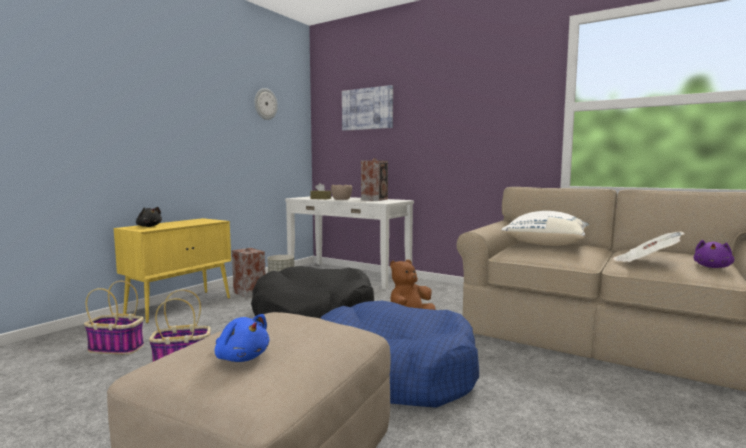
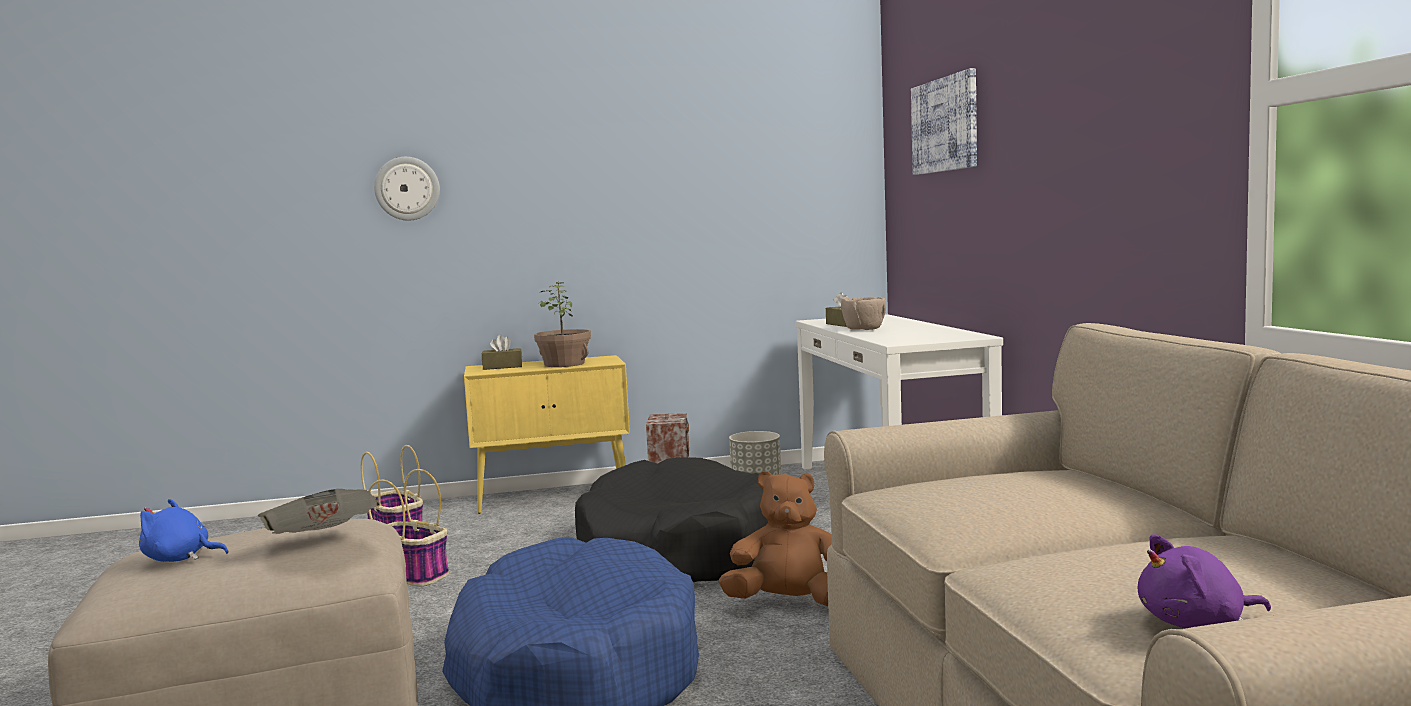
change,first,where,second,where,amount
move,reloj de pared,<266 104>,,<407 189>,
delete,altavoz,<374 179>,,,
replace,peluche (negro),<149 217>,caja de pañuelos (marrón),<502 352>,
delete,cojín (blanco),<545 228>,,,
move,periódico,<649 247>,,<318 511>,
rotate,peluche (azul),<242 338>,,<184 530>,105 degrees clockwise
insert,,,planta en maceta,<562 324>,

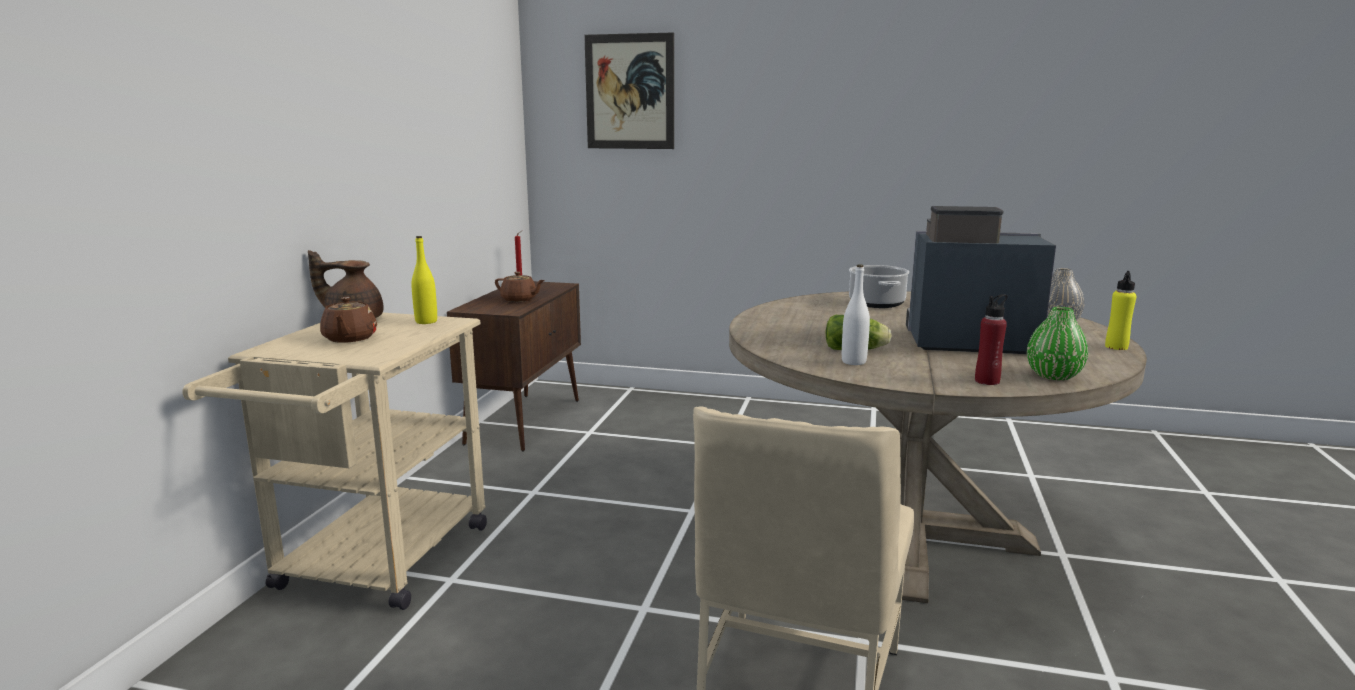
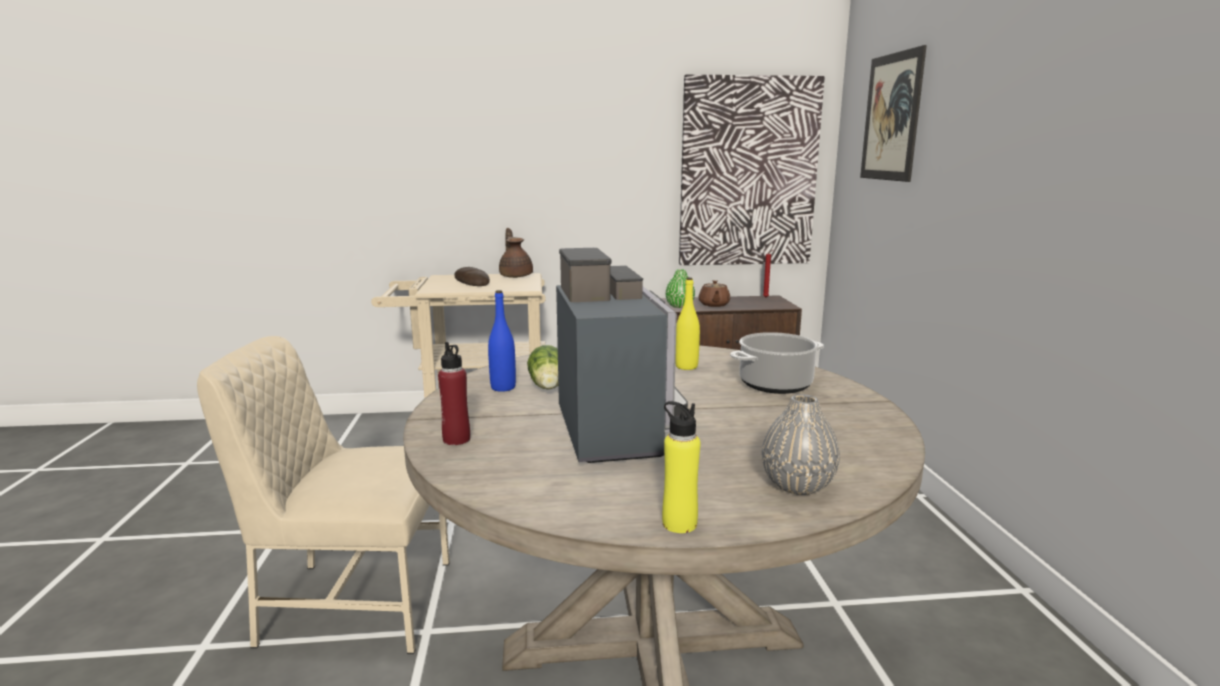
change,first,where,second,where,amount
move,botella (amarillo),<424 280>,,<687 323>,
recolor,botella (blanco),<856 314>,botella (azul),<502 341>,
replace,tetera (marrón),<348 320>,pan,<472 276>,
move,florero (verde),<1057 344>,,<680 288>,
insert,,,cuadro,<752 169>,

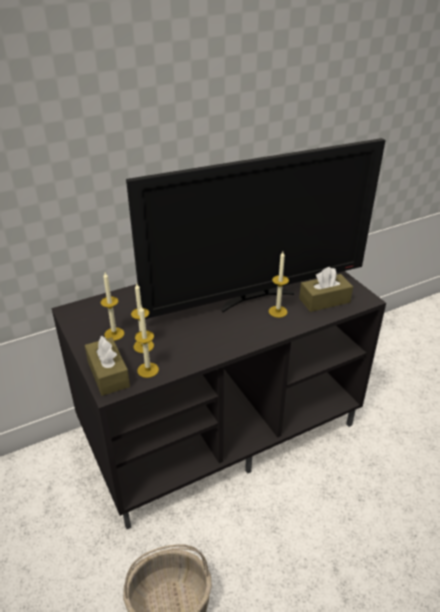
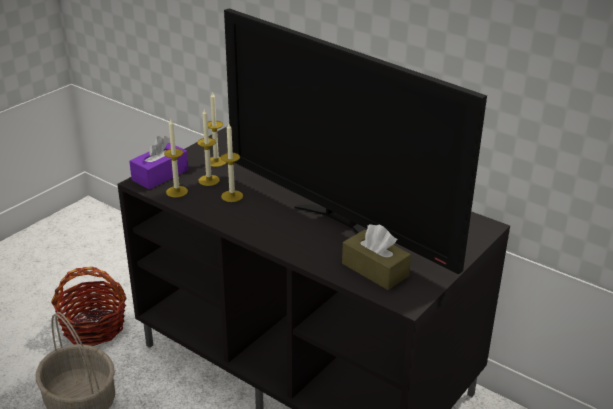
change,first,where,second,where,amount
move,vela,<279 285>,,<232 162>,
recolor,caja de pañuelos (marrón),<107 366>,caja de pañuelos (morado),<159 162>,
insert,,,cesta,<88 306>,

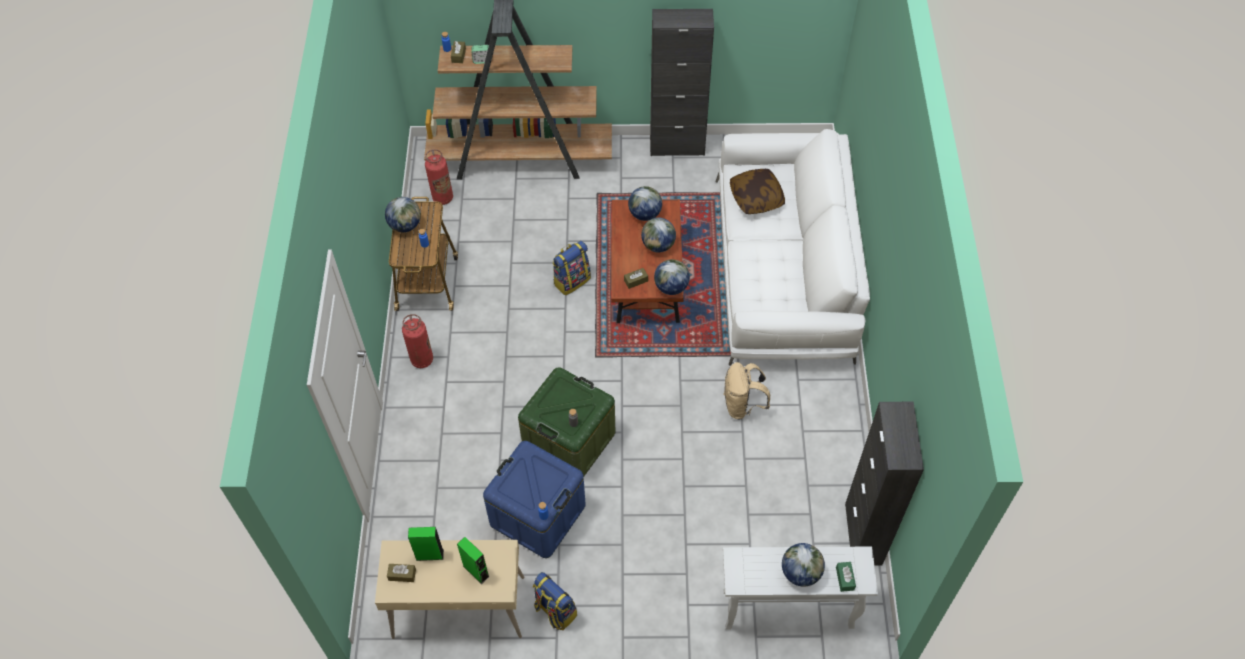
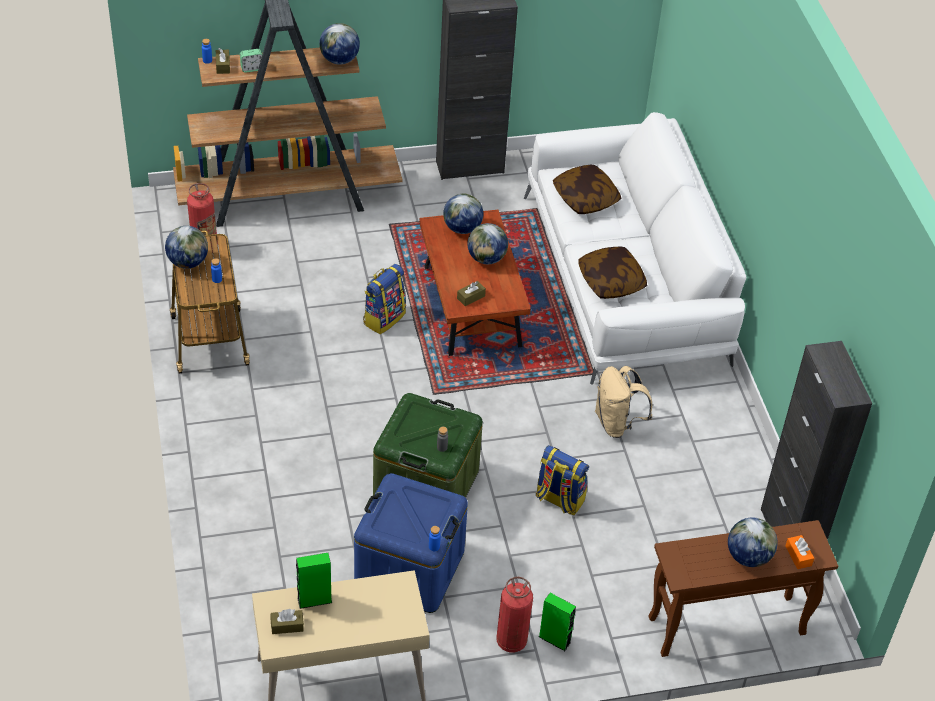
change,first,where,second,where,amount
move,globo terráqueo,<672 277>,,<339 44>,
move,extintor,<417 341>,,<514 614>,
move,altavoz (verde),<473 560>,,<557 622>,
recolor,mesa consola (blanco),<800 588>,mesa consola (marrón),<743 588>,
recolor,caja de pañuelos (verde),<846 577>,caja de pañuelos (naranja),<800 552>,
move,mochila,<555 601>,,<562 480>,
insert,,,cojín,<612 273>,

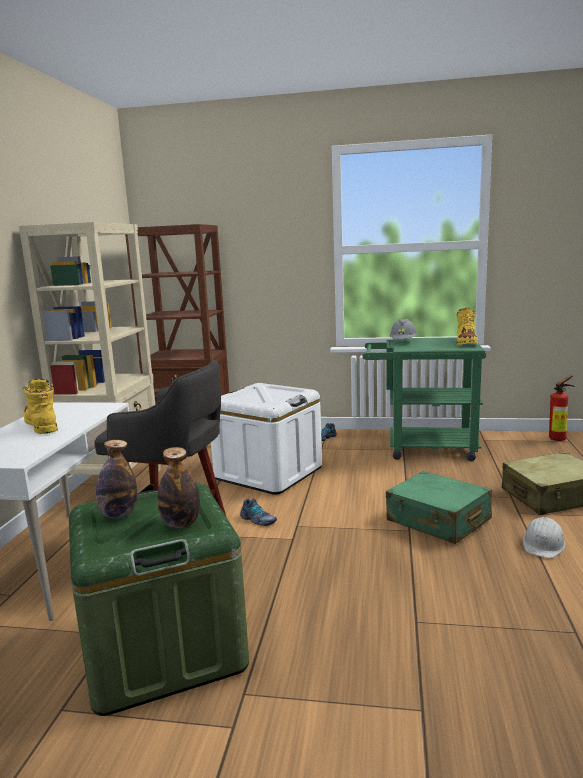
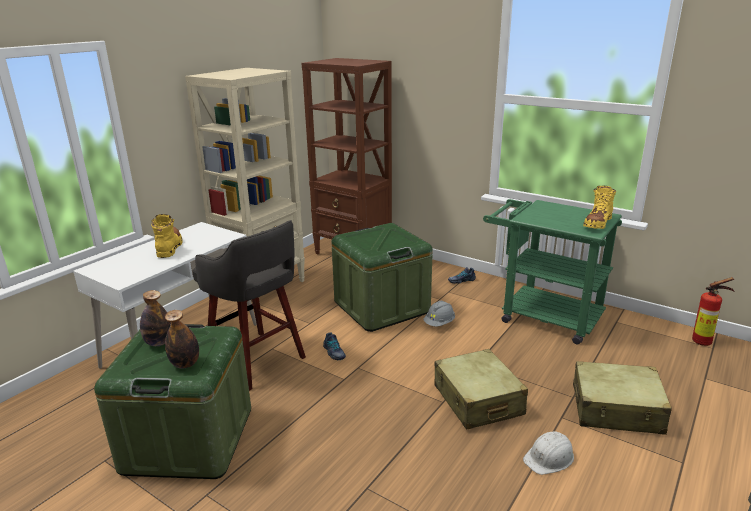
change,first,where,second,where,amount
move,casco (gris),<403 329>,,<439 314>,
recolor,caja de almacenaje (blanco),<266 439>,caja de almacenaje (verde),<382 277>,
recolor,maleta (verde),<439 507>,maleta (beis),<481 389>,

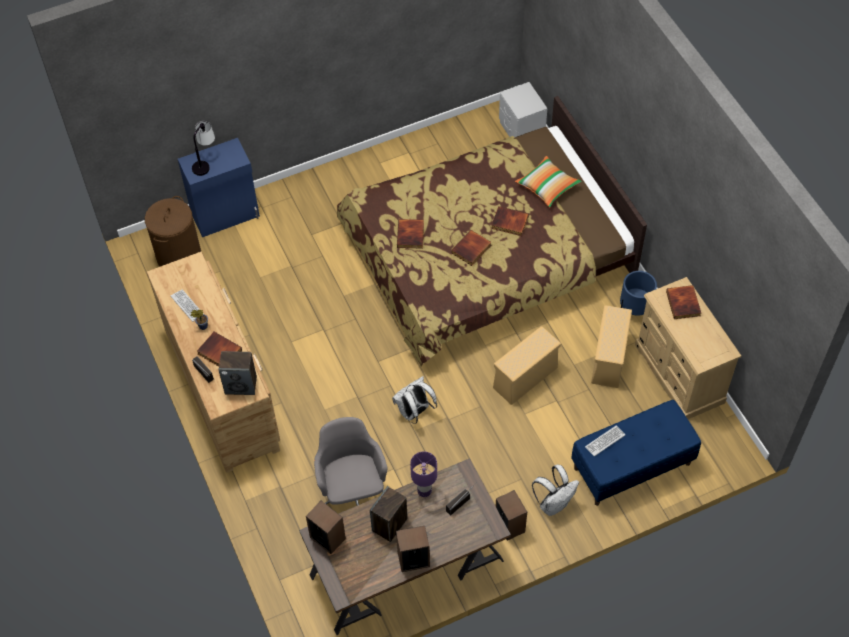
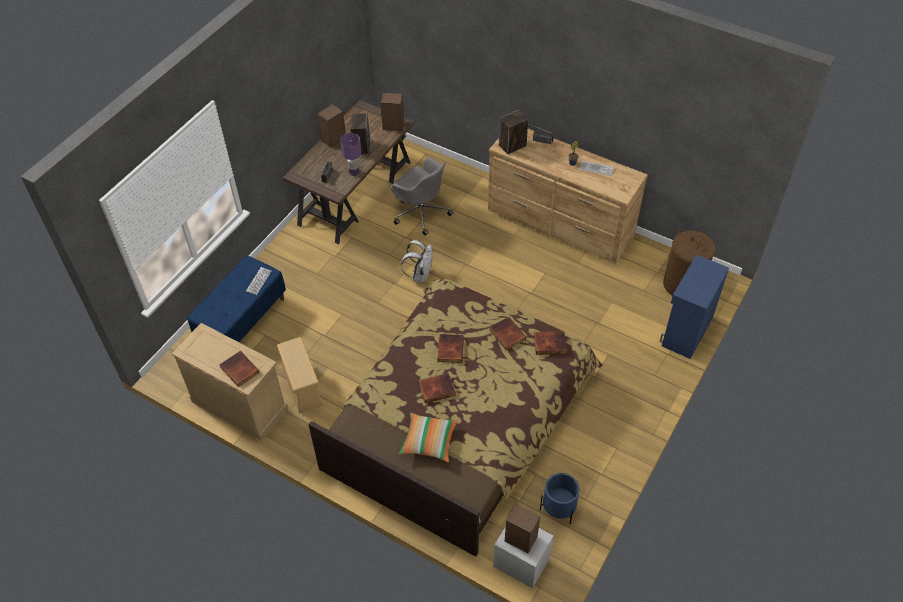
change,first,where,second,where,amount
delete,lámpara de mesa,<203 148>,,,
move,maceta (azul),<638 293>,,<560 498>,
delete,caja de almacenaje (beis),<527 365>,,,
move,libro,<219 349>,,<550 343>,
delete,mochila (blanco),<555 490>,,,
move,altavoz,<511 515>,,<522 528>,

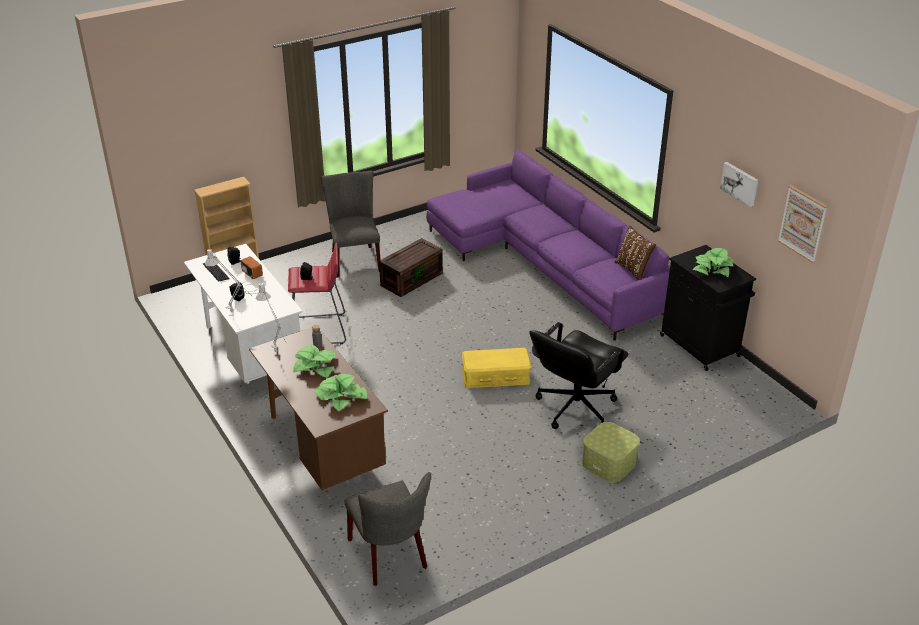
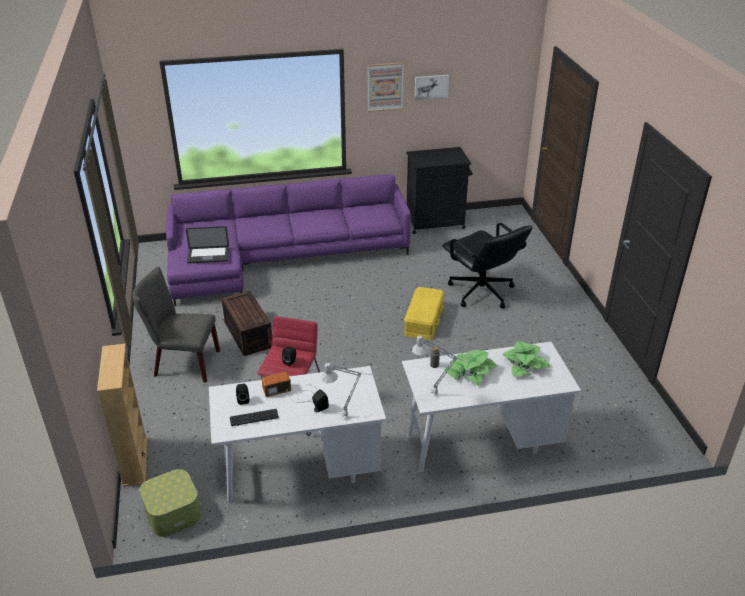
change,first,where,second,where,amount
move,cuadro,<803 224>,,<385 87>,
delete,cojín (marrón),<635 253>,,,
delete,planta en maceta,<712 262>,,,
recolor,escritorio (marrón),<318 408>,escritorio (blanco),<491 407>,
move,caja de almacenaje,<611 452>,,<170 503>,
delete,silla (gris),<387 529>,,,
insert,,,portátil,<207 244>,

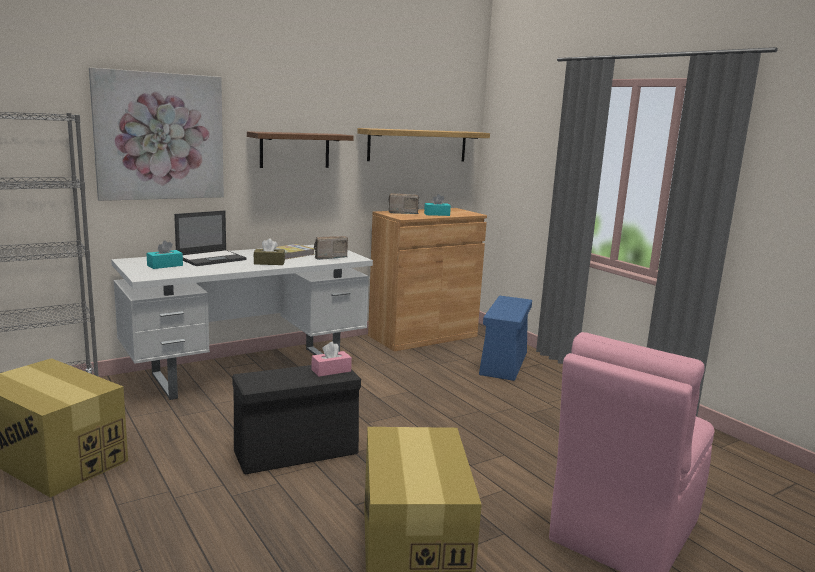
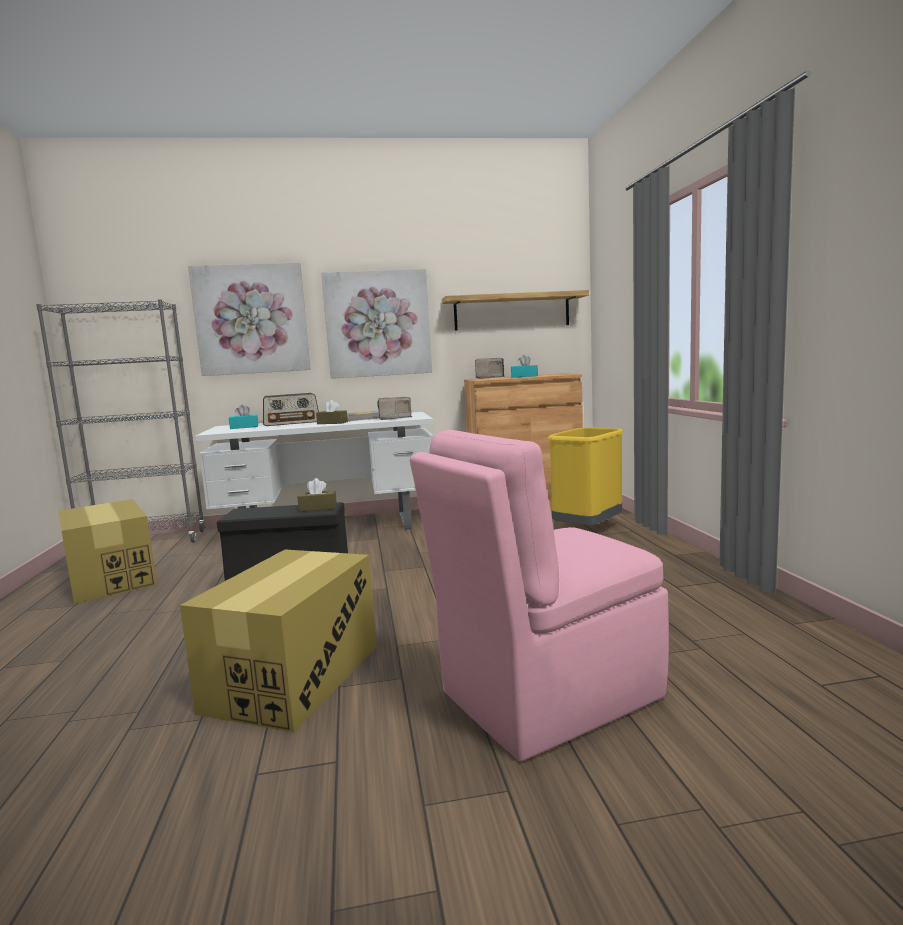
change,first,where,second,where,amount
replace,estante (marrón),<300 149>,cuadro,<376 324>,
replace,portátil,<210 238>,radio,<291 409>,
replace,caja de almacenaje (azul),<505 338>,papelera (amarillo),<586 476>,
recolor,caja de pañuelos (rosa),<332 359>,caja de pañuelos (marrón),<317 495>,

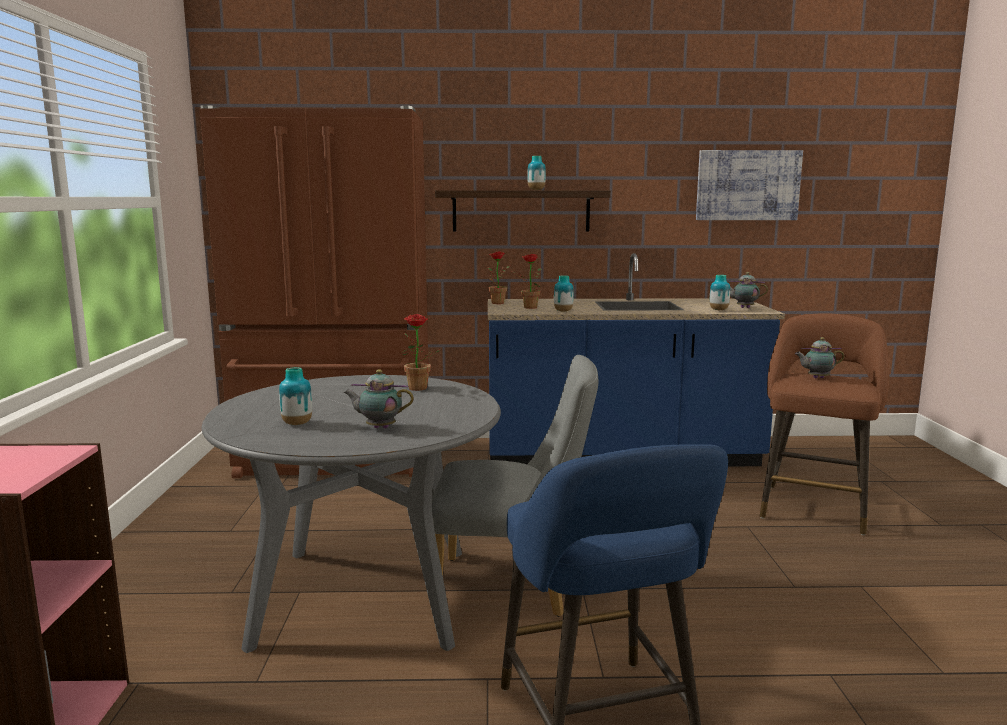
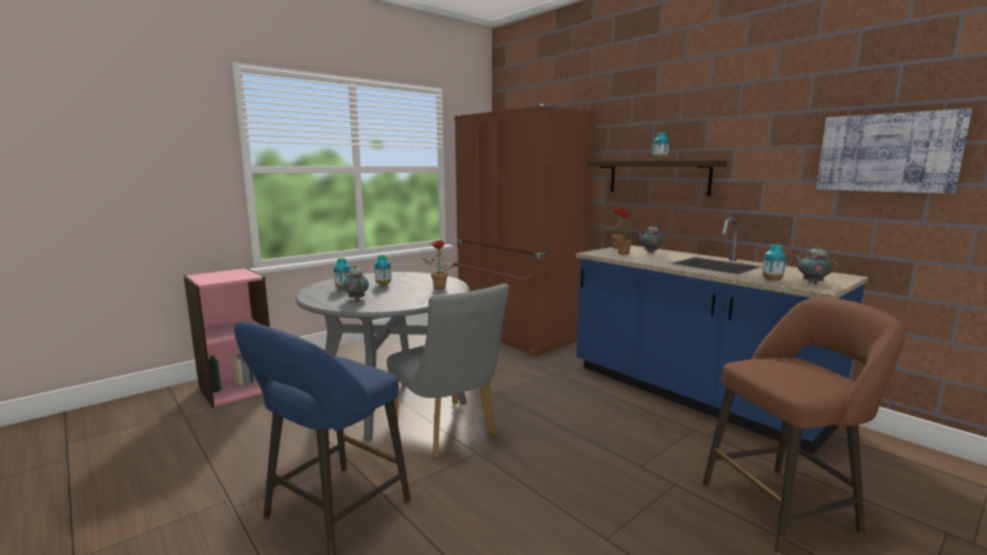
change,first,where,second,where,amount
move,florero,<564 293>,,<382 270>,
move,tetera,<820 357>,,<652 239>,

